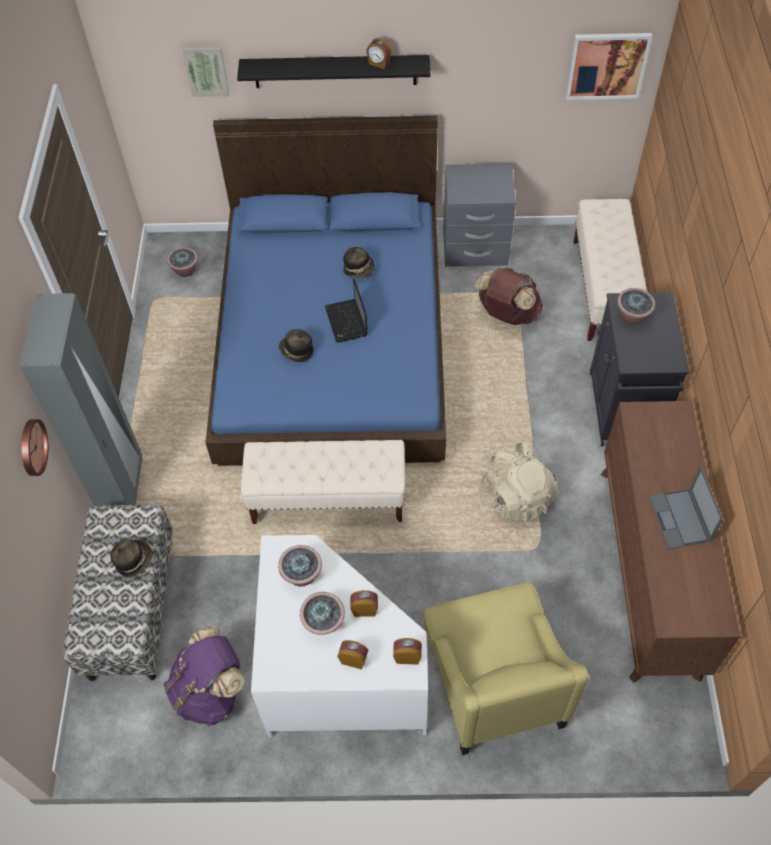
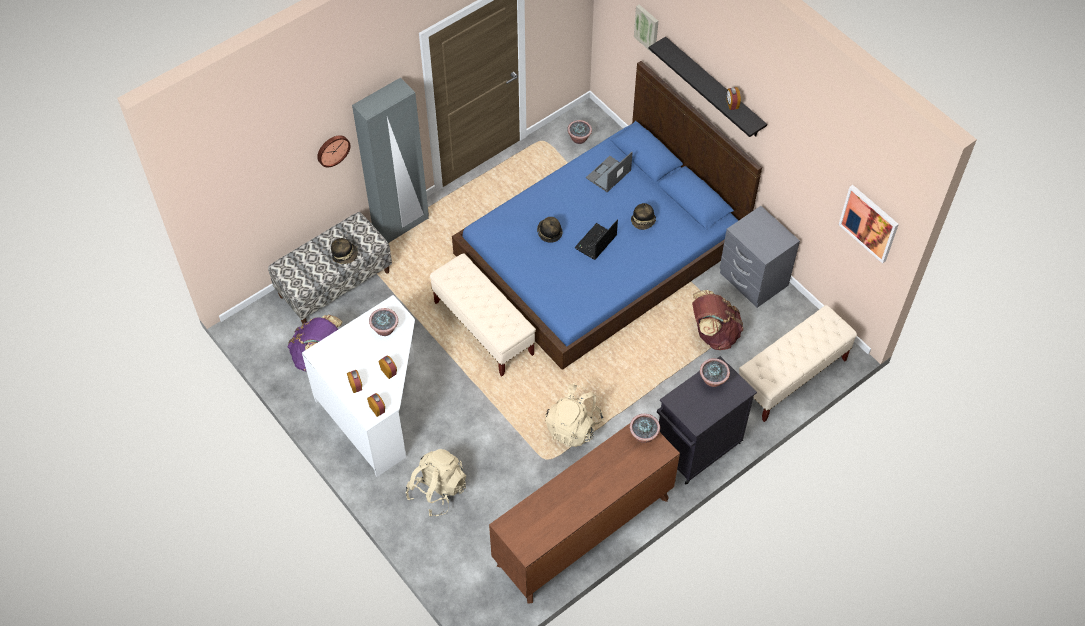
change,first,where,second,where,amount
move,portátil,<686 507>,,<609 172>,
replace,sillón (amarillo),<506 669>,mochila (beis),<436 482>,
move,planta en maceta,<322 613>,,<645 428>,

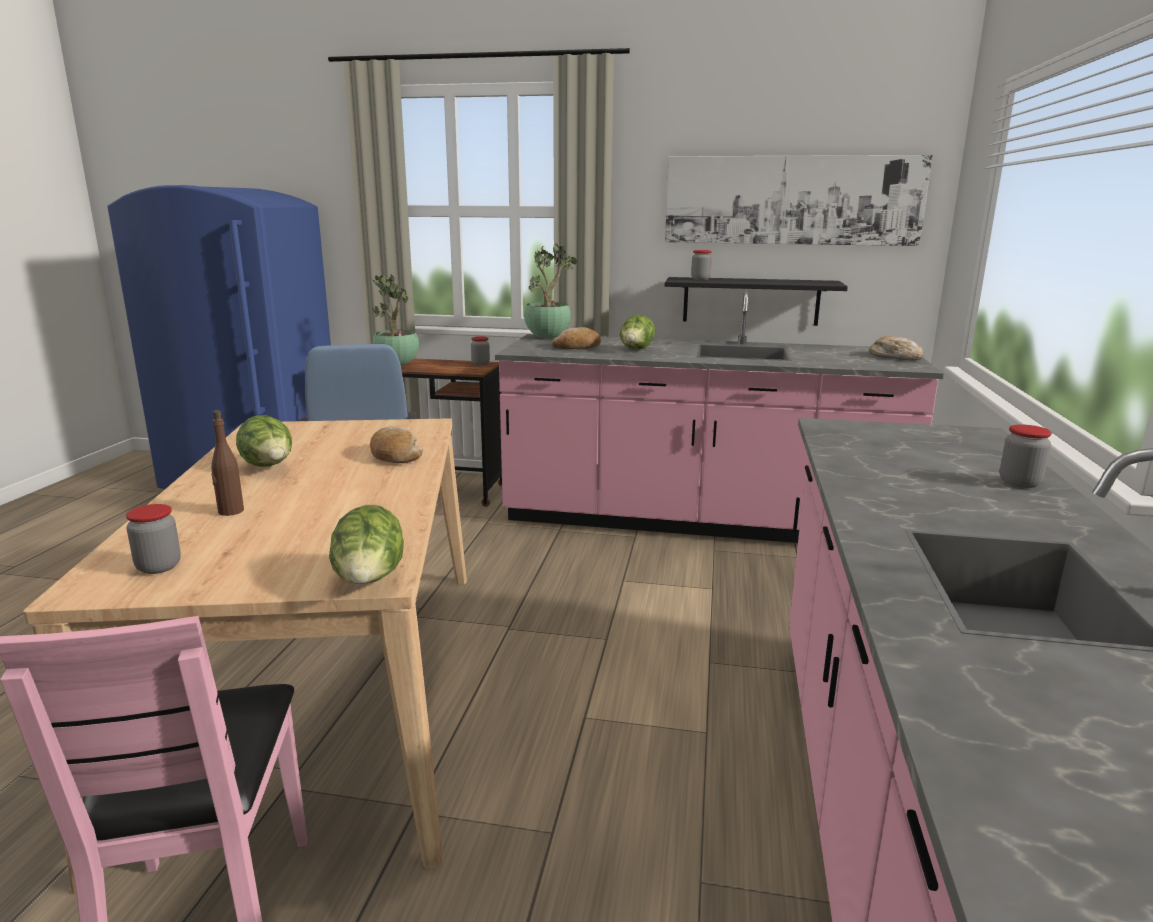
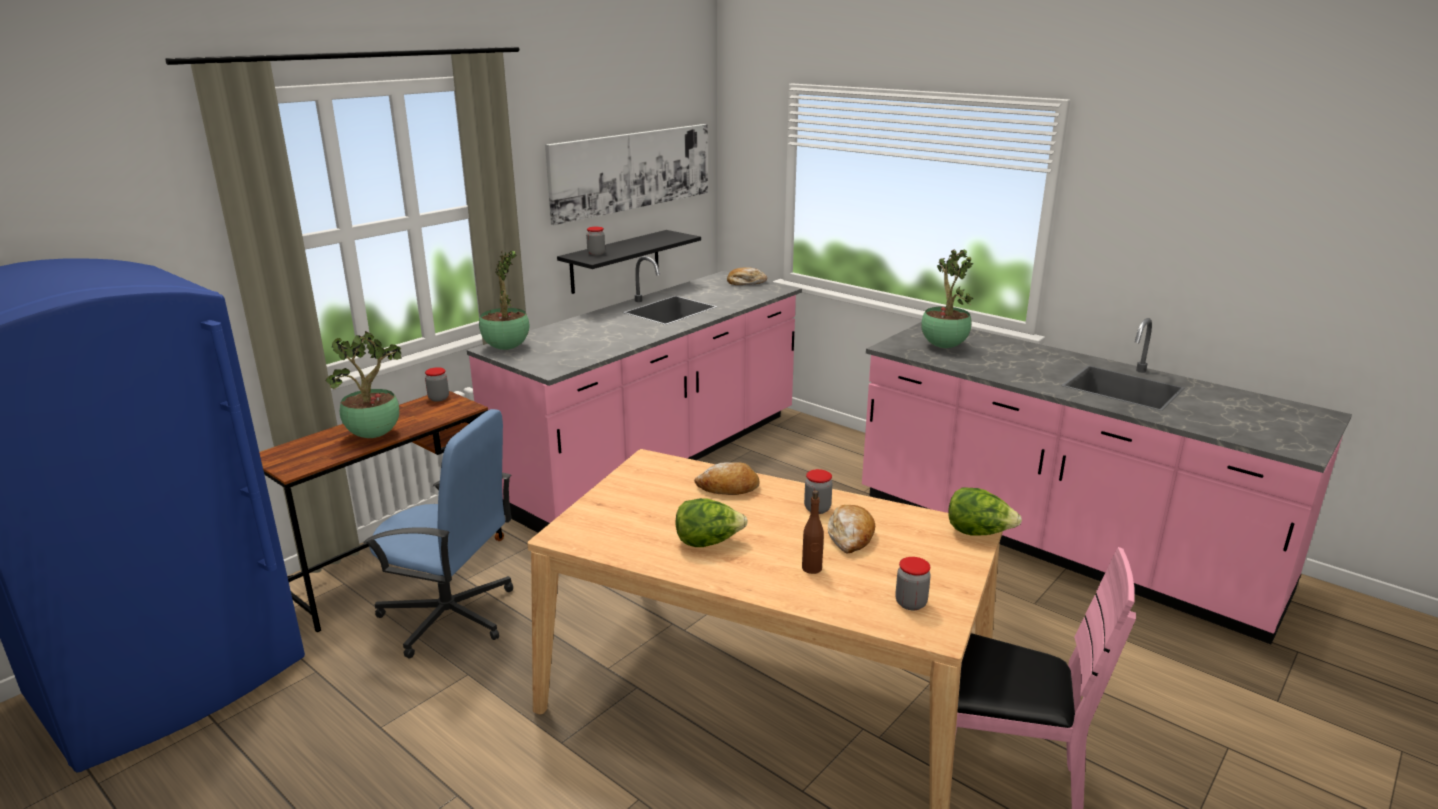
change,first,where,second,where,amount
delete,lechuga,<637 332>,,,
move,pan,<576 338>,,<851 529>,
move,tarro,<1026 456>,,<818 491>,
insert,,,planta en maceta,<947 298>,

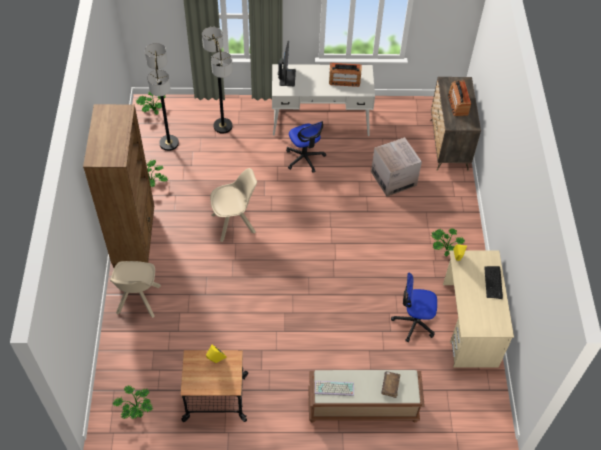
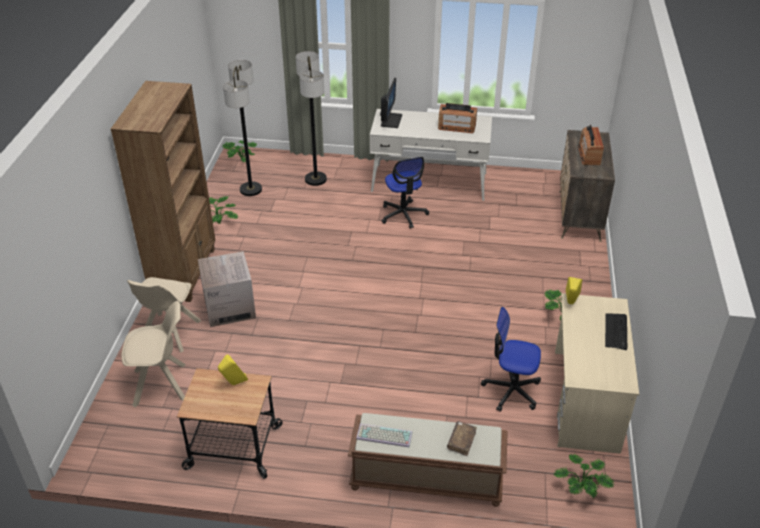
change,first,where,second,where,amount
move,caja de cartón,<396 167>,,<227 289>,
move,silla (beis),<233 205>,,<154 354>,
move,planta en maceta,<132 402>,,<583 476>,

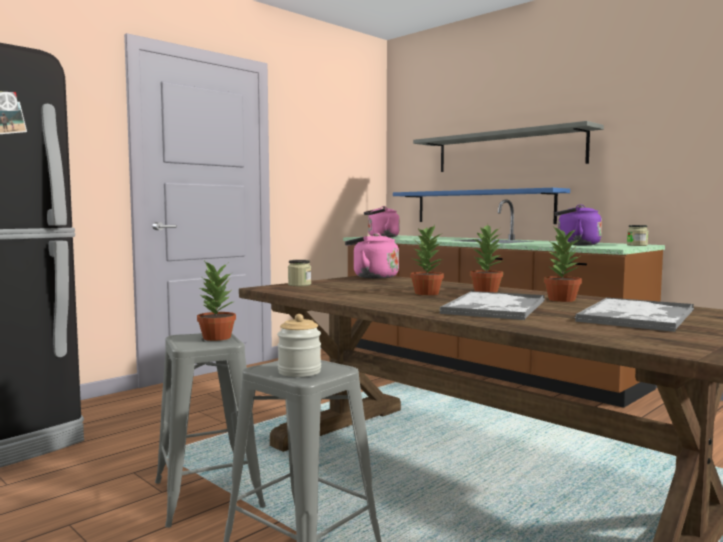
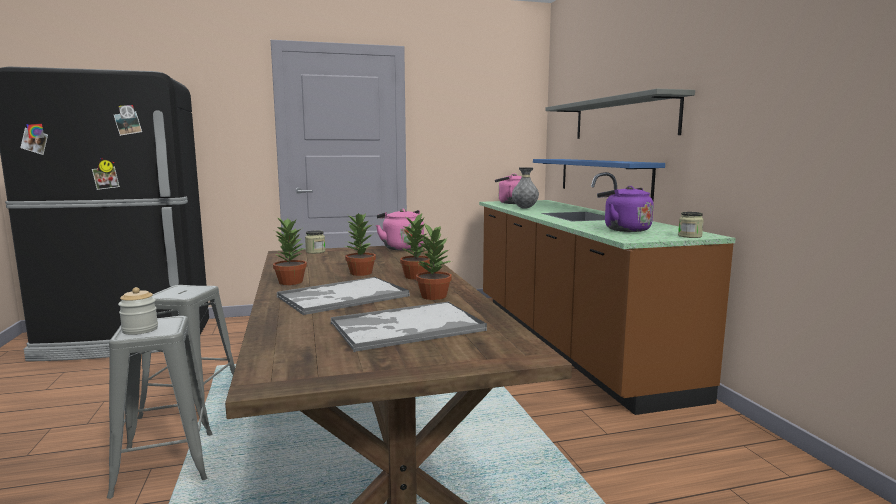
change,first,where,second,where,amount
move,planta en maceta,<216 301>,,<290 250>,
insert,,,florero (gris),<525 188>,

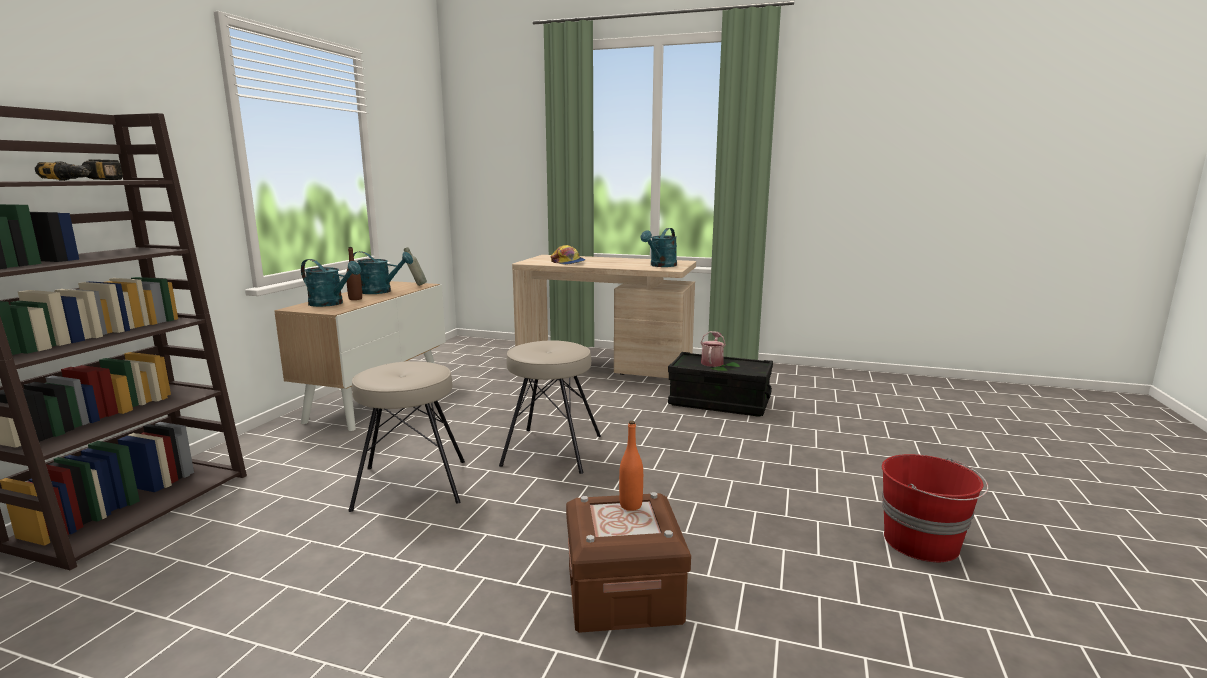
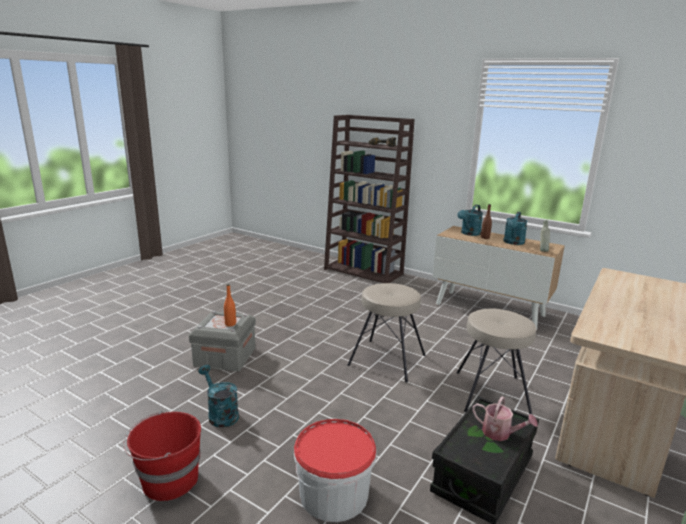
change,first,where,second,where,amount
move,regadera (turquesa),<659 247>,,<218 396>,
delete,gorra,<567 255>,,,
move,taburete (beis),<407 436>,,<496 361>,
recolor,caja de almacenaje (marrón),<628 562>,caja de almacenaje (gris),<222 341>,
insert,,,cubo,<335 470>,

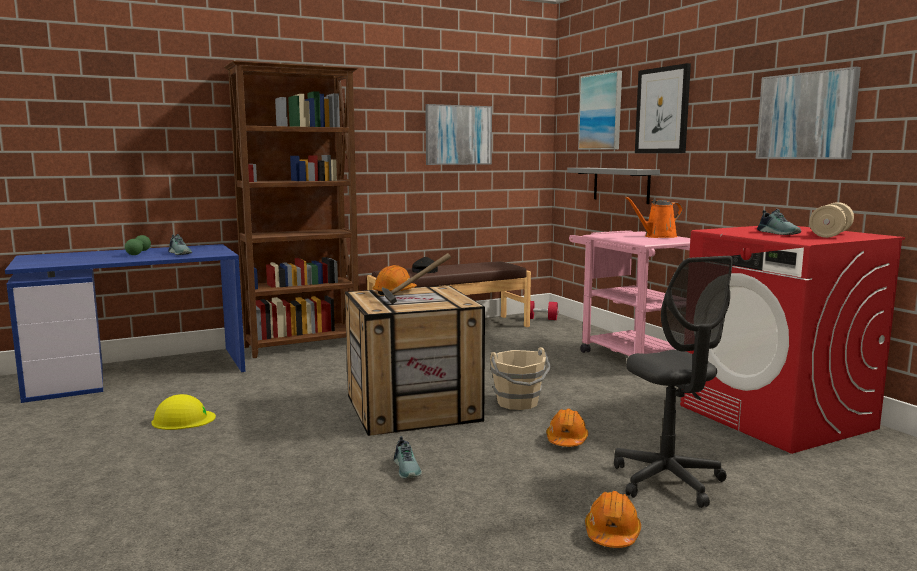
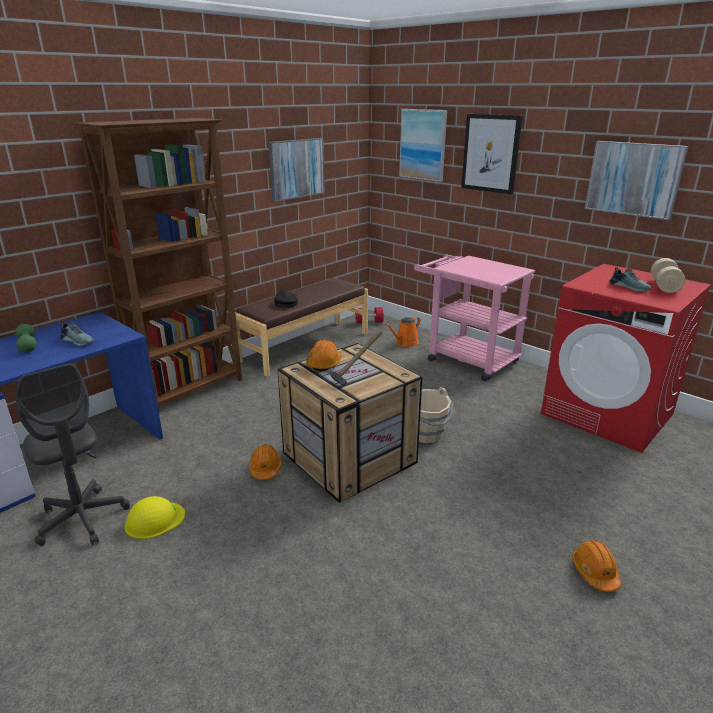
change,first,where,second,where,amount
delete,estante (gris),<613 186>,,,
move,regadera (naranja),<653 217>,,<402 332>,
move,silla de oficina (gris),<673 382>,,<73 454>,
move,casco (naranja),<567 428>,,<265 462>,
delete,zapato,<408 457>,,,

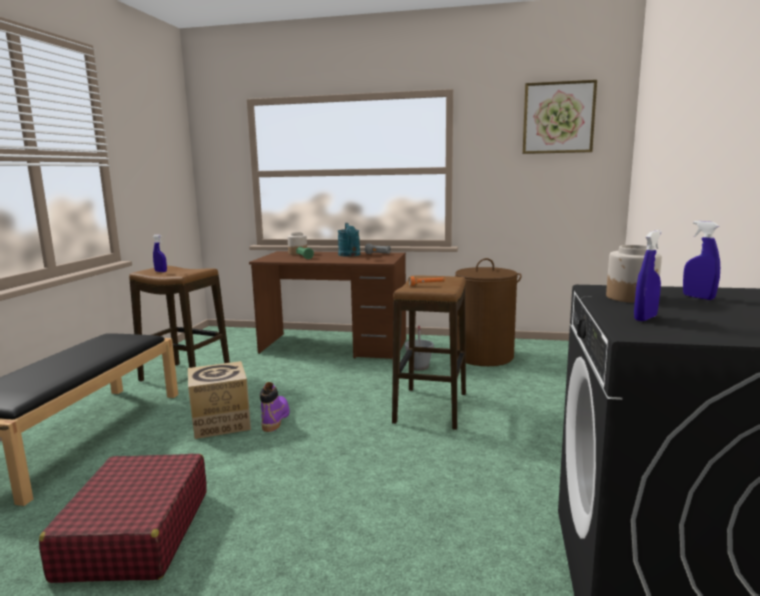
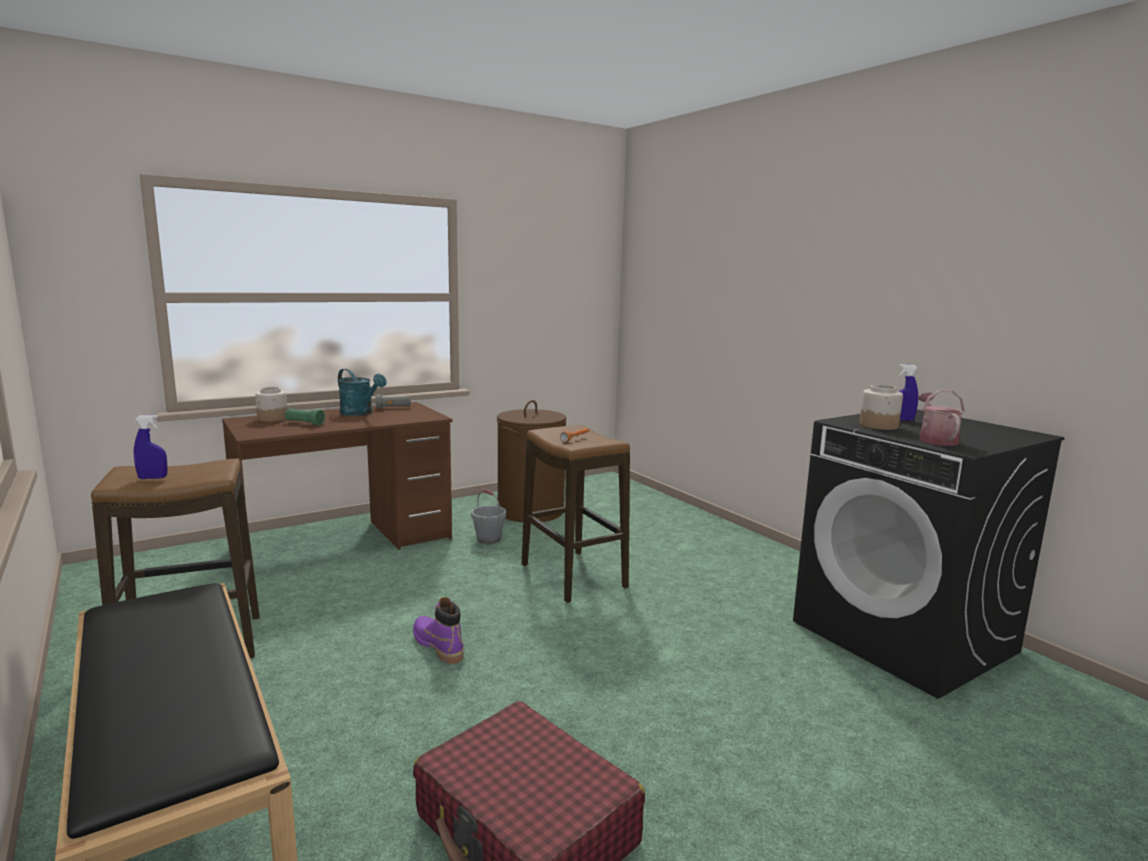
change,first,where,second,where,amount
delete,cuadro,<559 117>,,,
replace,pulverizador (azul),<648 275>,regadera,<941 418>,
delete,caja de cartón,<219 400>,,,

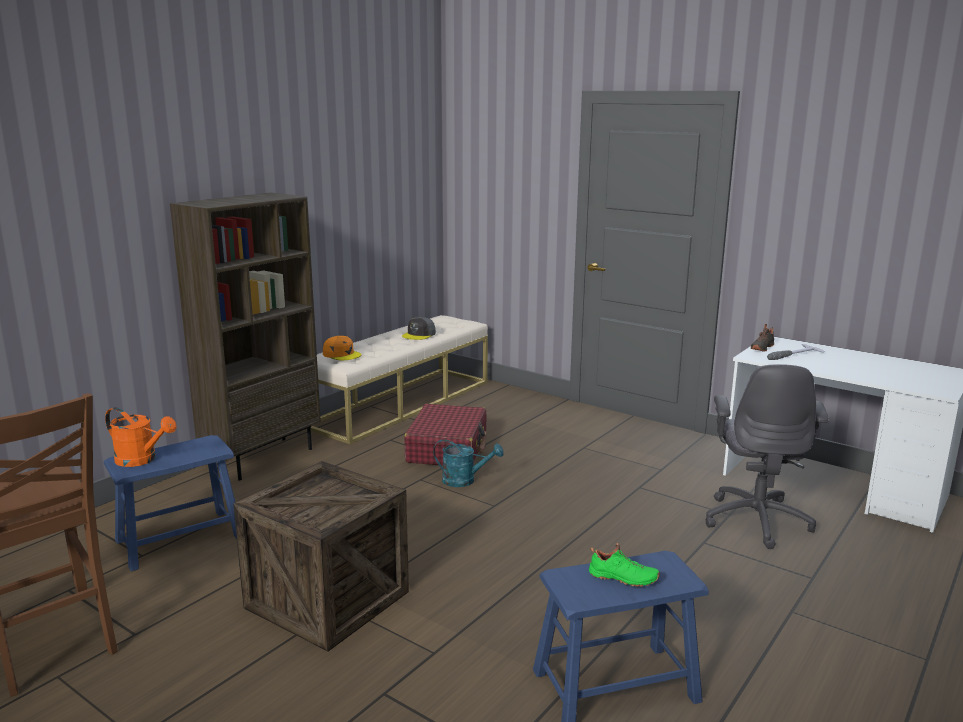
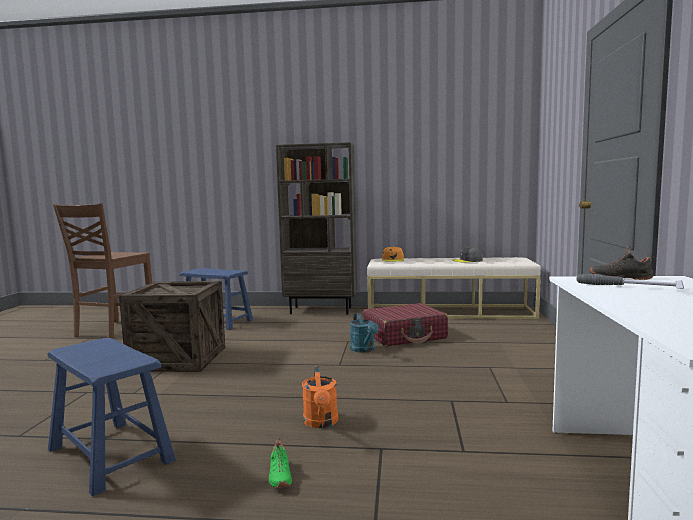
change,first,where,second,where,amount
delete,silla de oficina (gris),<767 456>,,,
move,regadera (naranja),<141 437>,,<320 397>,
move,zapato (verde),<624 565>,,<280 463>,

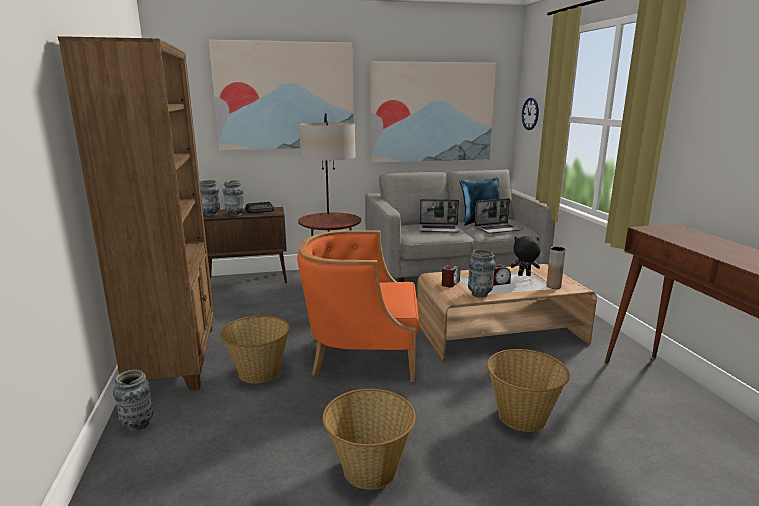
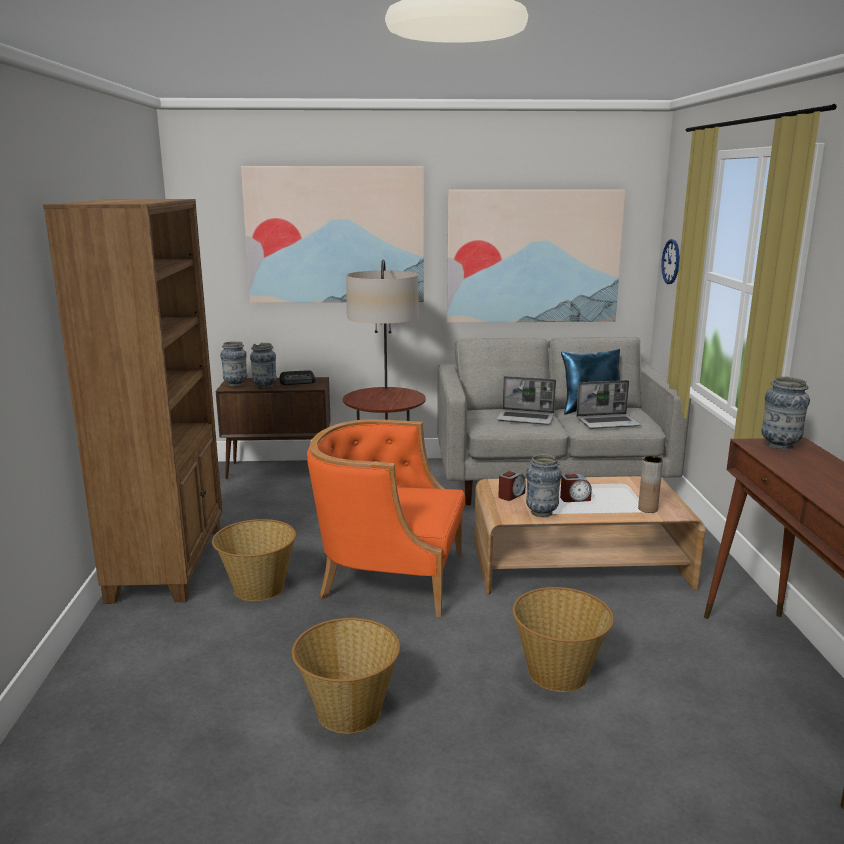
change,first,where,second,where,amount
delete,peluche (negro),<525 256>,,,
move,florero,<133 400>,,<785 413>,

